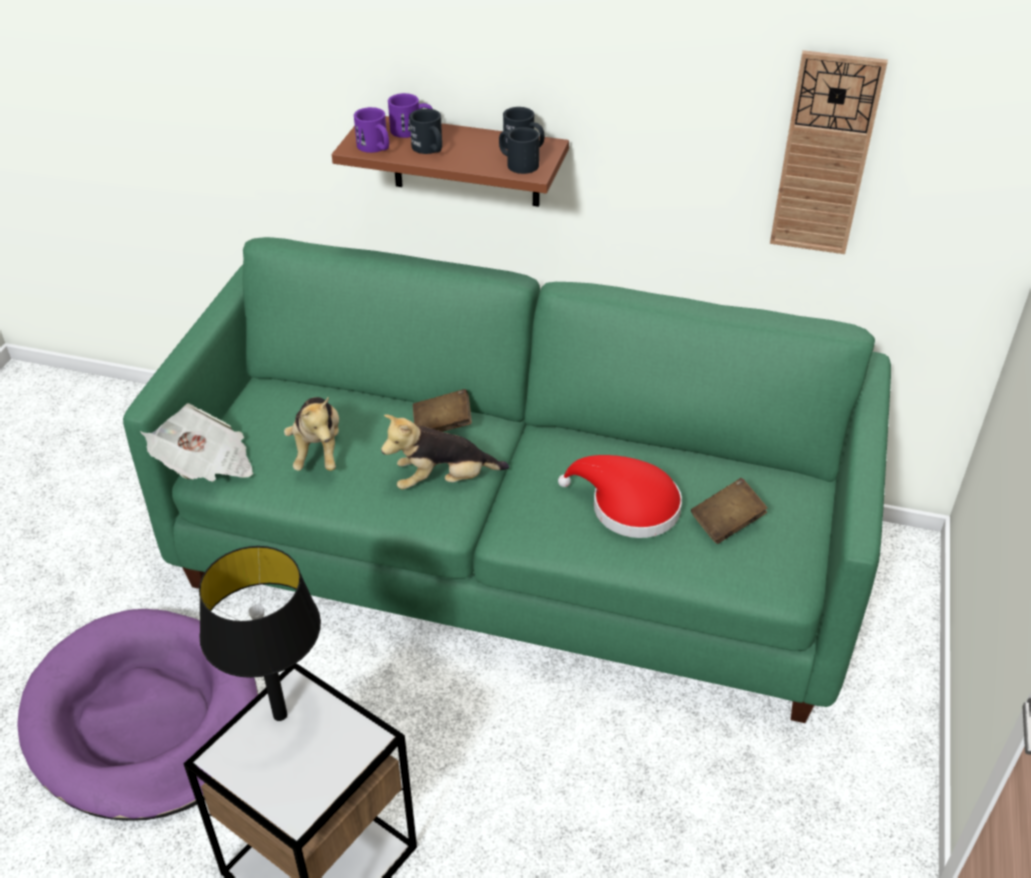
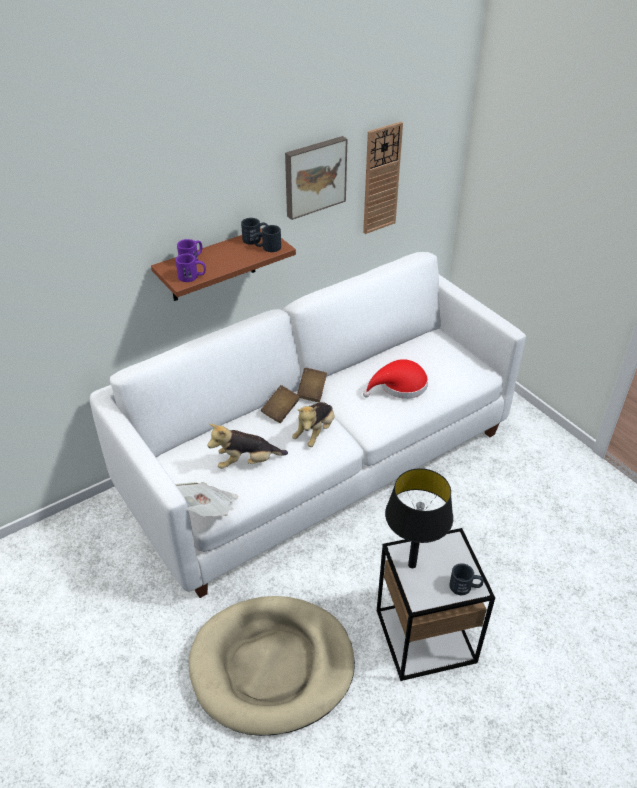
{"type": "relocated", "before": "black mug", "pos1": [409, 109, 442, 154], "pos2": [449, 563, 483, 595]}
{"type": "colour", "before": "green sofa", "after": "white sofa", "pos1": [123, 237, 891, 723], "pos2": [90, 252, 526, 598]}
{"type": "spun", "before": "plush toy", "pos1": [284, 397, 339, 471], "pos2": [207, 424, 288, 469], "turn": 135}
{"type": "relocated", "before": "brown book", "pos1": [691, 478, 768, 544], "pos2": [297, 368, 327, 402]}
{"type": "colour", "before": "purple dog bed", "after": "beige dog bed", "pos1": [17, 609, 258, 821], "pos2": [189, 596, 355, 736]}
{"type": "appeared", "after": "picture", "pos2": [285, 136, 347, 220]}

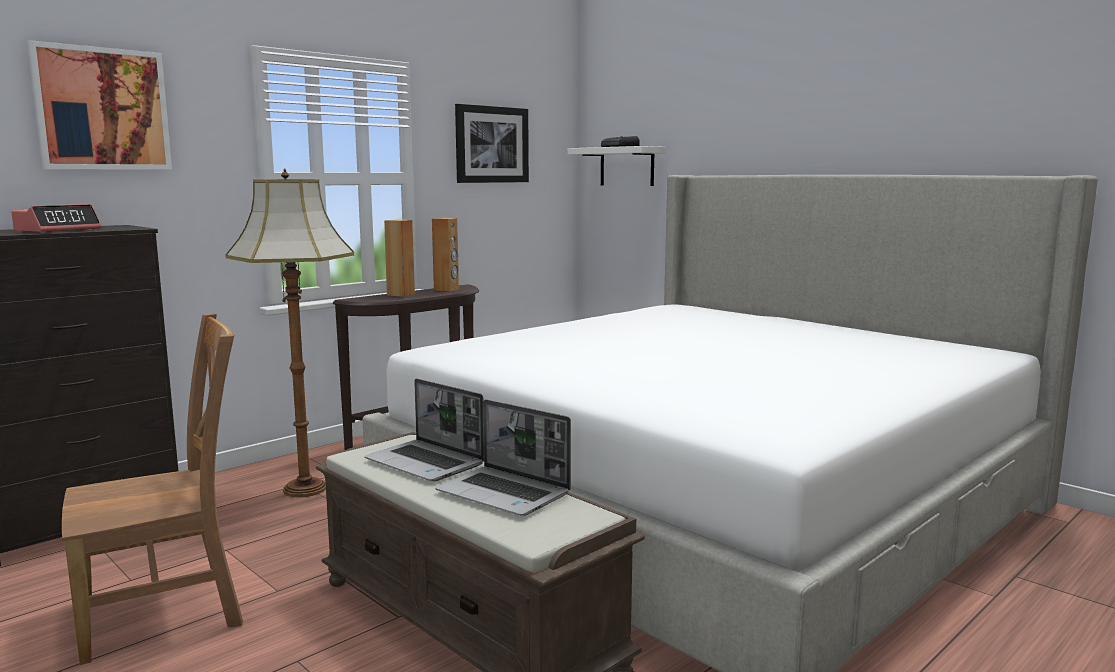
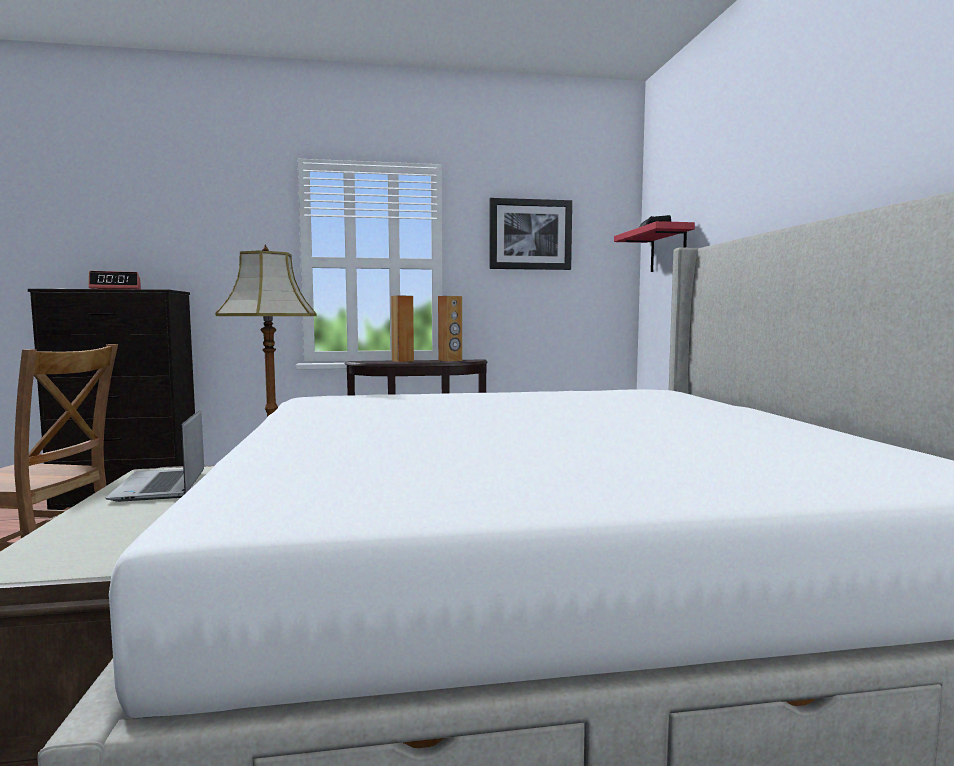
{"type": "missing", "before": "picture", "pos1": [27, 40, 172, 170]}
{"type": "colour", "before": "white shelf", "after": "red shelf", "pos1": [568, 146, 666, 186], "pos2": [614, 221, 695, 272]}
{"type": "missing", "before": "laptop", "pos1": [435, 399, 571, 516]}

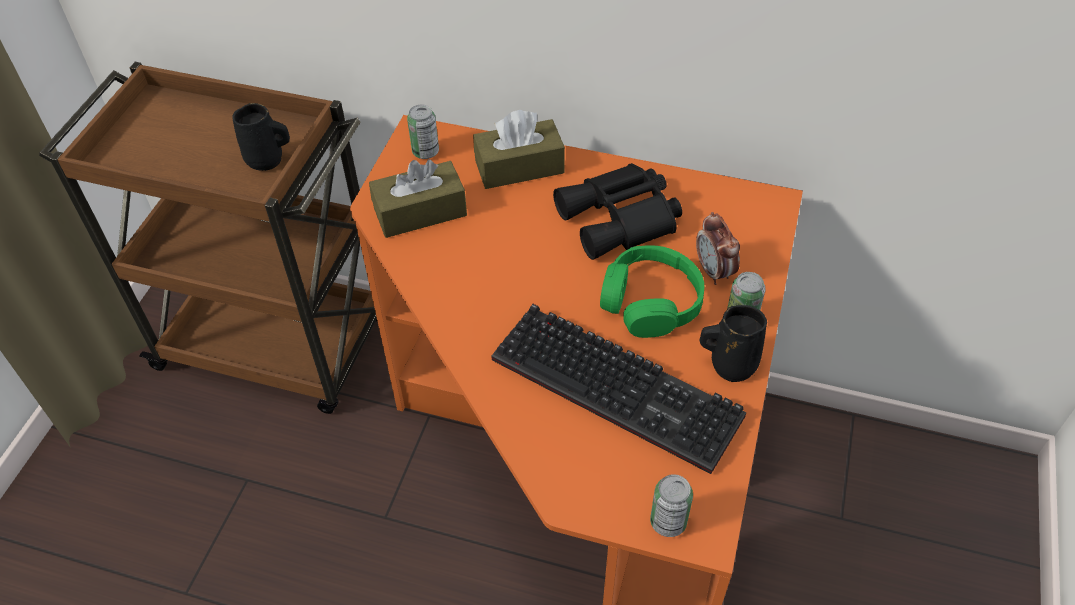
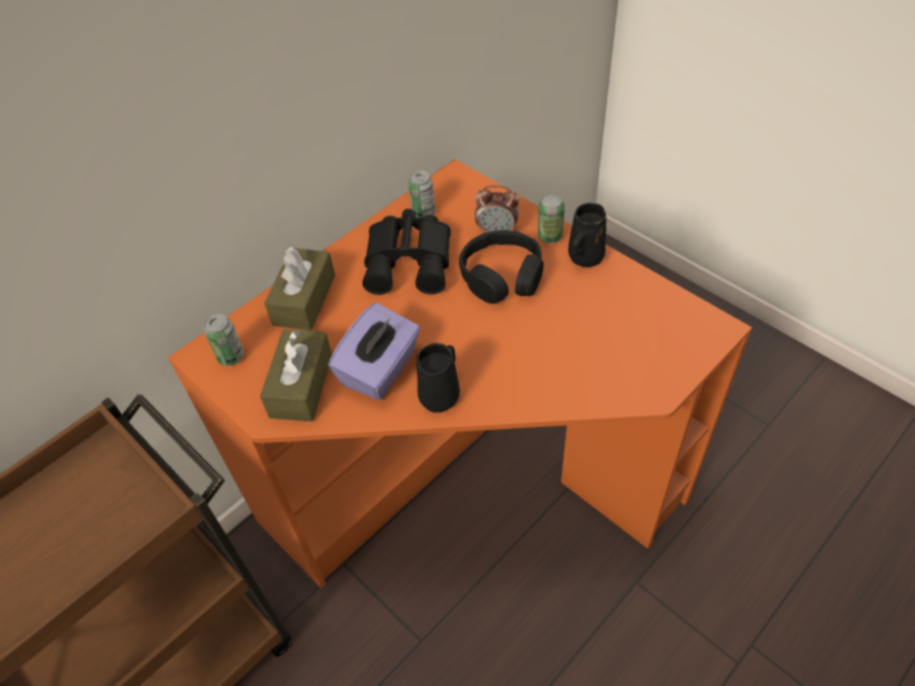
{"type": "relocated", "before": "black mug", "pos1": [232, 103, 290, 171], "pos2": [417, 343, 460, 413]}
{"type": "colour", "before": "green headphones", "after": "black headphones", "pos1": [600, 245, 704, 338], "pos2": [459, 230, 544, 304]}
{"type": "missing", "before": "keyboard", "pos1": [491, 304, 747, 474]}
{"type": "relocated", "before": "can", "pos1": [650, 474, 693, 537], "pos2": [408, 171, 436, 218]}
{"type": "appeared", "after": "purple tissue box", "pos2": [328, 303, 420, 400]}

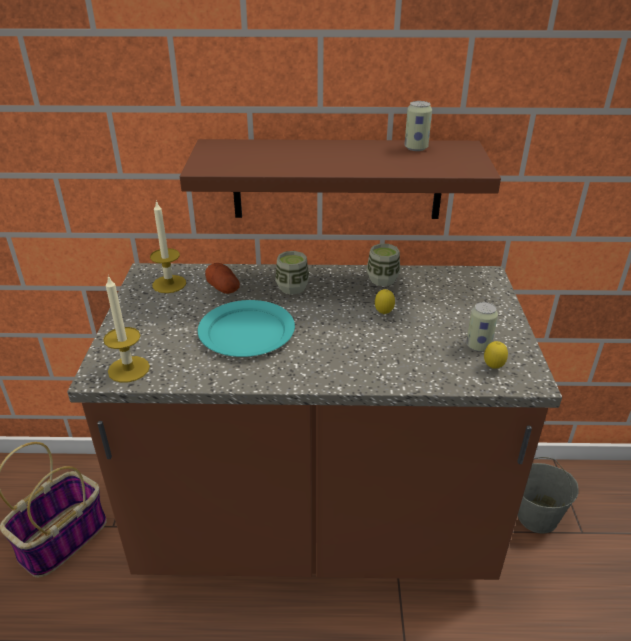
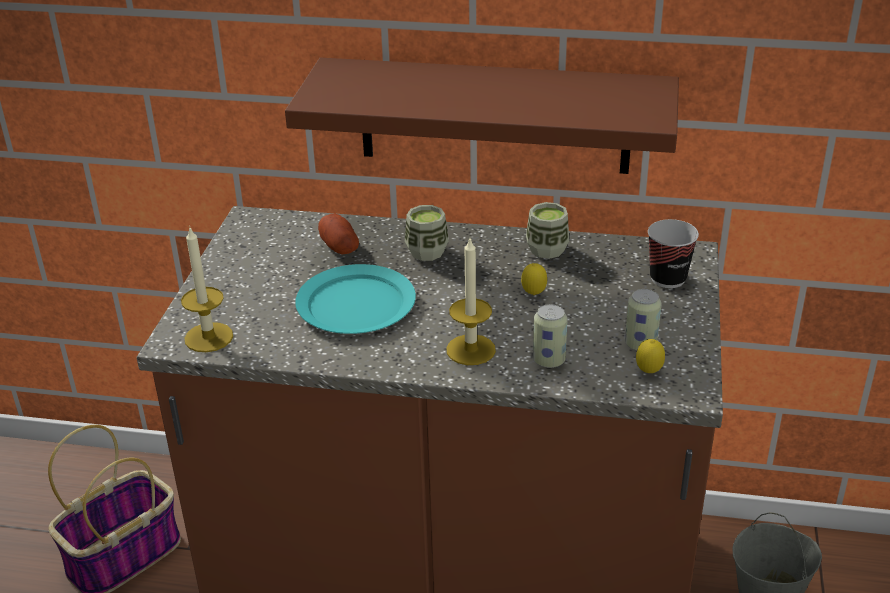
{"type": "relocated", "before": "can", "pos1": [404, 101, 432, 151], "pos2": [533, 304, 568, 368]}
{"type": "relocated", "before": "candle", "pos1": [150, 200, 186, 293], "pos2": [446, 239, 496, 365]}
{"type": "appeared", "after": "cup", "pos2": [648, 219, 699, 288]}

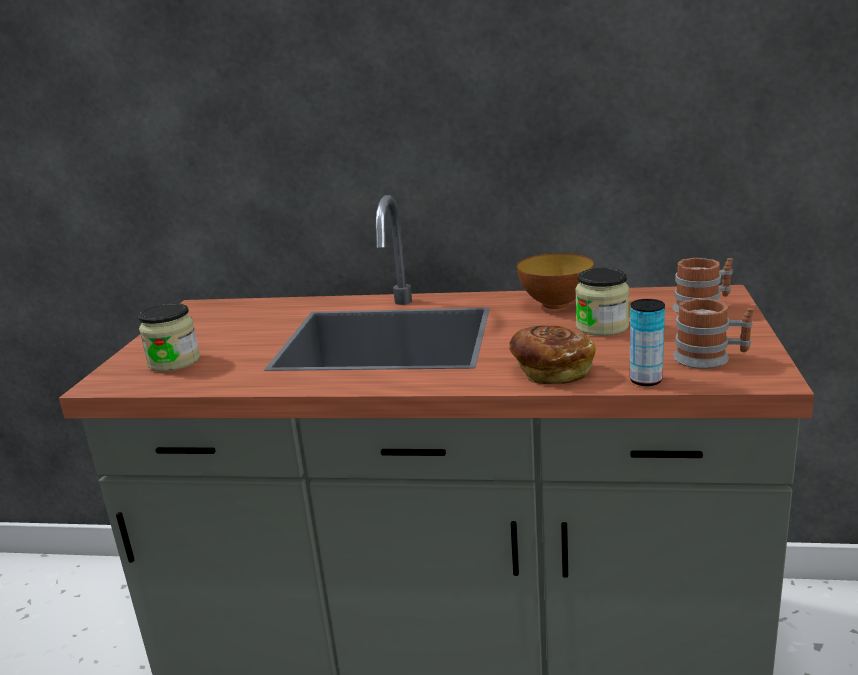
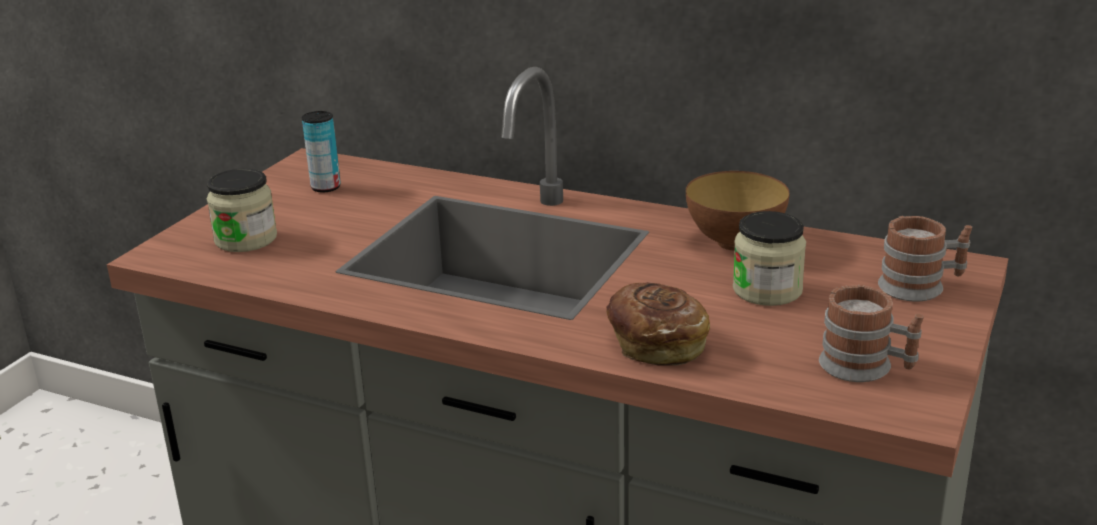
{"type": "relocated", "before": "can", "pos1": [629, 299, 665, 386], "pos2": [302, 111, 341, 193]}

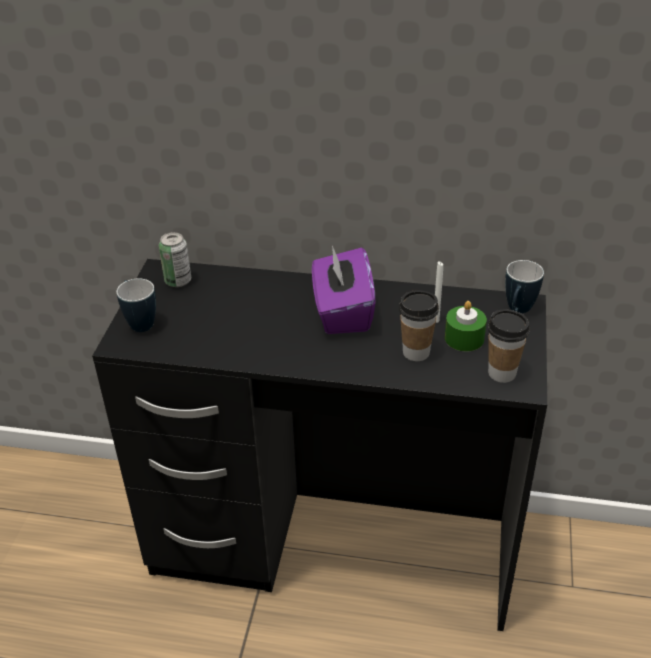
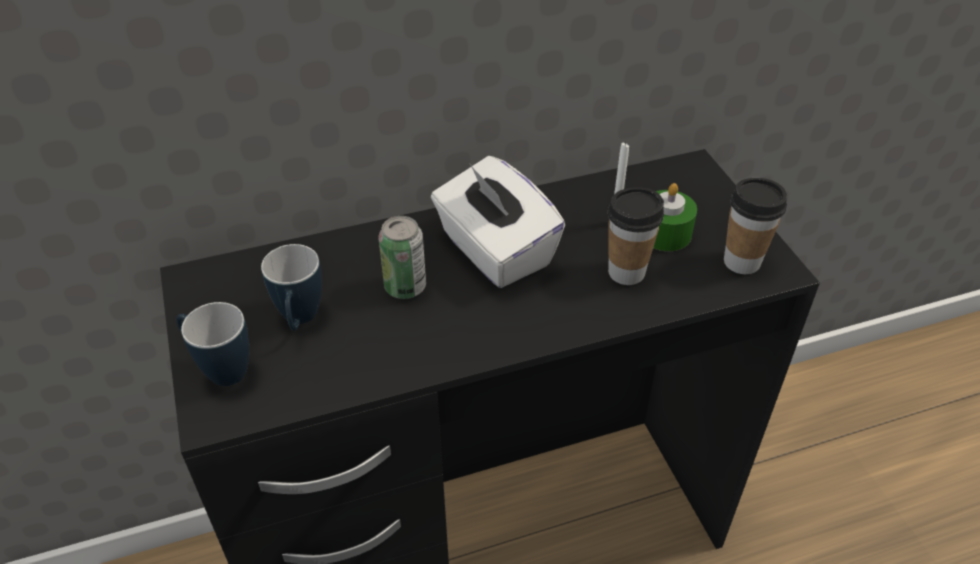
{"type": "relocated", "before": "can", "pos1": [159, 232, 191, 287], "pos2": [379, 216, 426, 299]}
{"type": "colour", "before": "purple tissue box", "after": "white tissue box", "pos1": [312, 245, 375, 334], "pos2": [431, 156, 565, 288]}
{"type": "relocated", "before": "mug", "pos1": [505, 260, 544, 313], "pos2": [261, 244, 322, 331]}

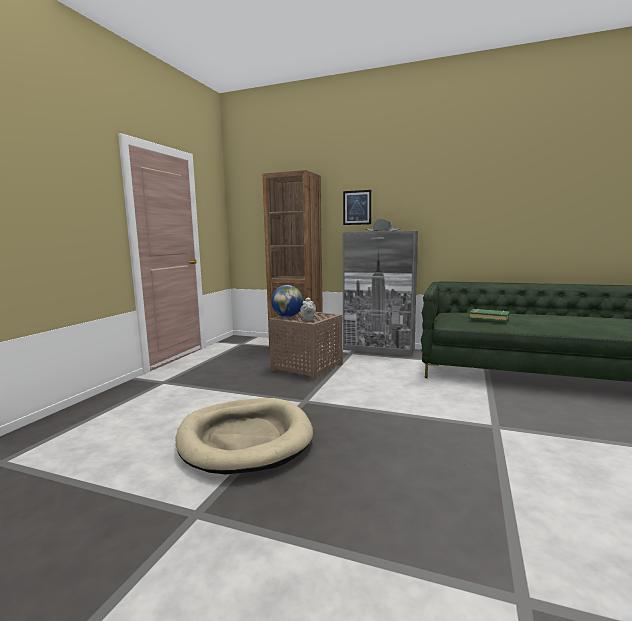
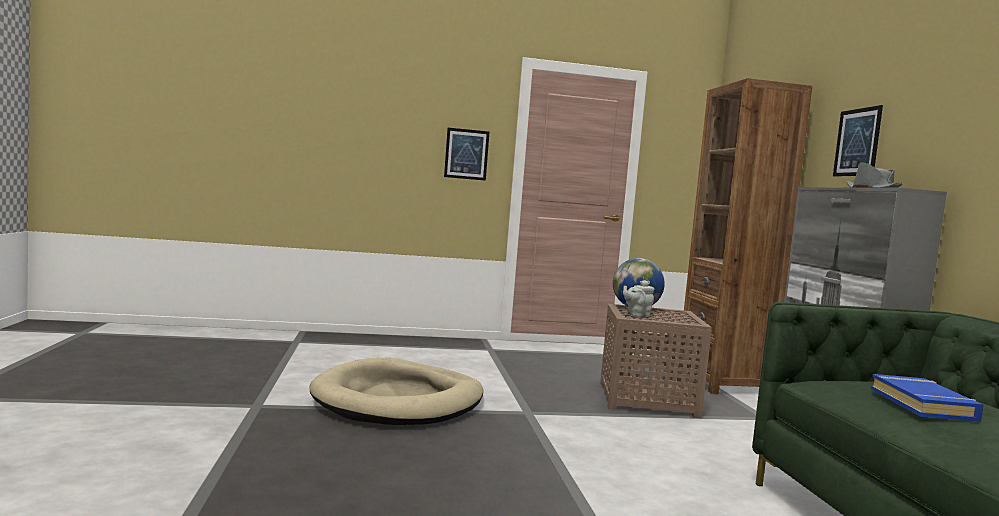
{"type": "colour", "before": "green book", "after": "blue book", "pos1": [469, 309, 510, 322], "pos2": [871, 374, 984, 422]}
{"type": "appeared", "after": "picture", "pos2": [444, 128, 489, 181]}

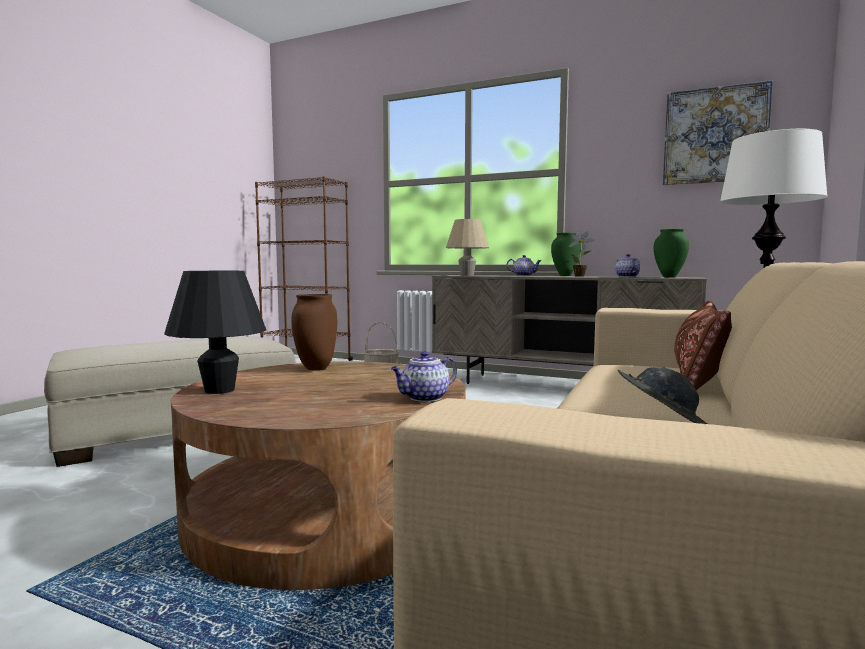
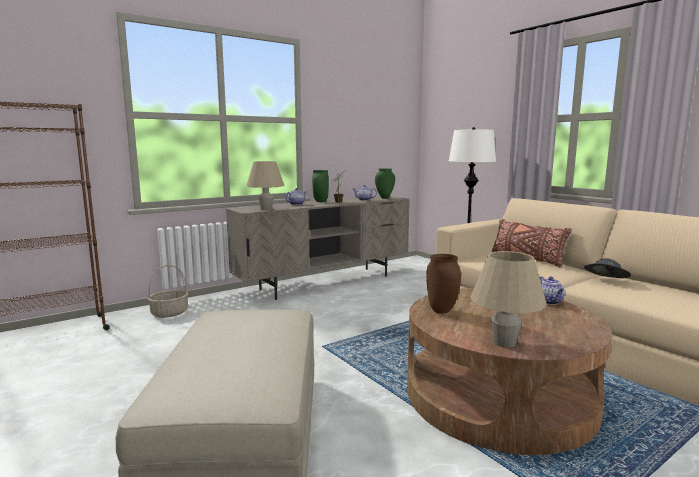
{"type": "missing", "before": "picture", "pos1": [663, 80, 773, 185]}
{"type": "colour", "before": "black table lamp", "after": "beige table lamp", "pos1": [164, 271, 266, 394], "pos2": [471, 251, 547, 348]}

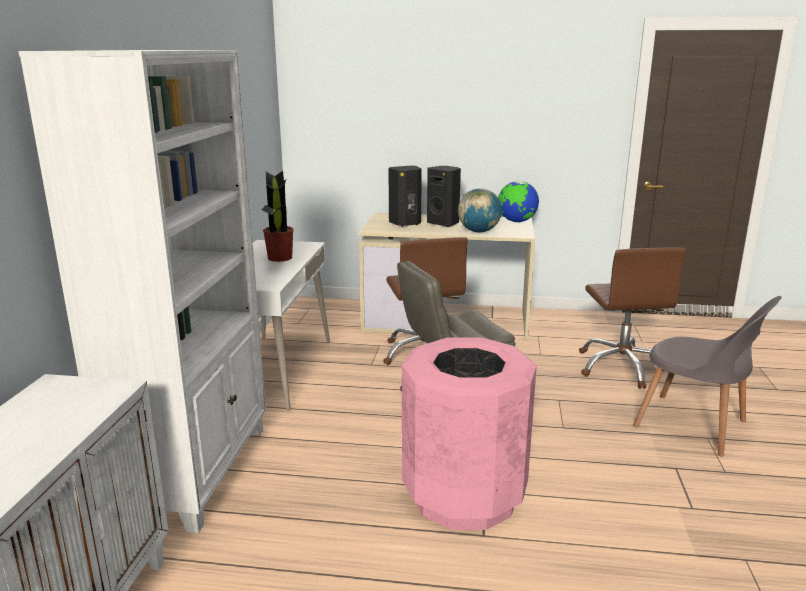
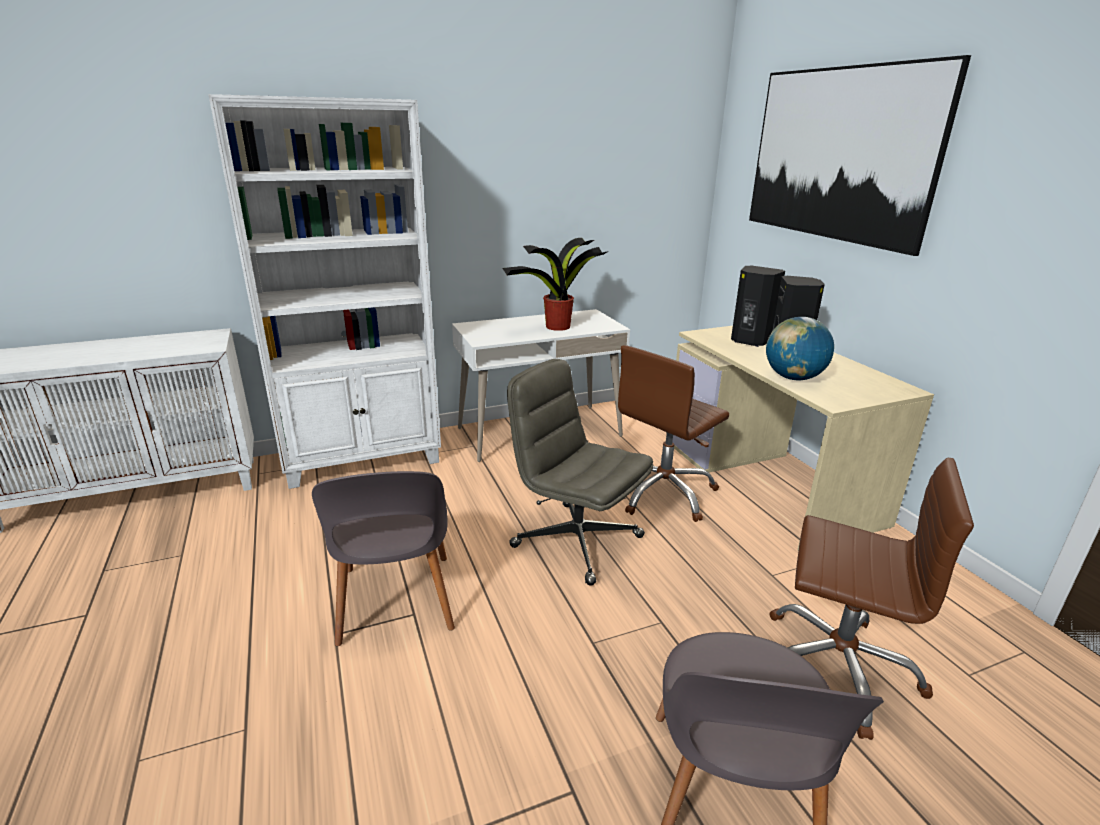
{"type": "missing", "before": "globe", "pos1": [498, 181, 539, 222]}
{"type": "spun", "before": "brown office chair", "pos1": [579, 247, 686, 389], "pos2": [770, 458, 974, 740], "turn": -120}
{"type": "exchanged", "before": "pink trash can", "after": "grey chair", "pos1": [402, 337, 537, 530], "pos2": [312, 471, 455, 646]}
{"type": "appeared", "after": "picture", "pos2": [749, 55, 971, 256]}

